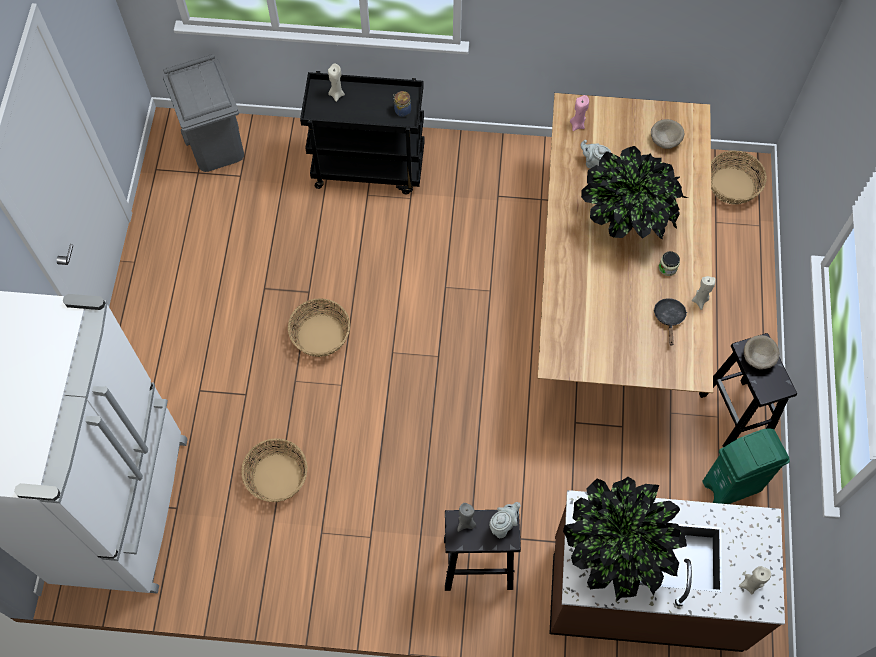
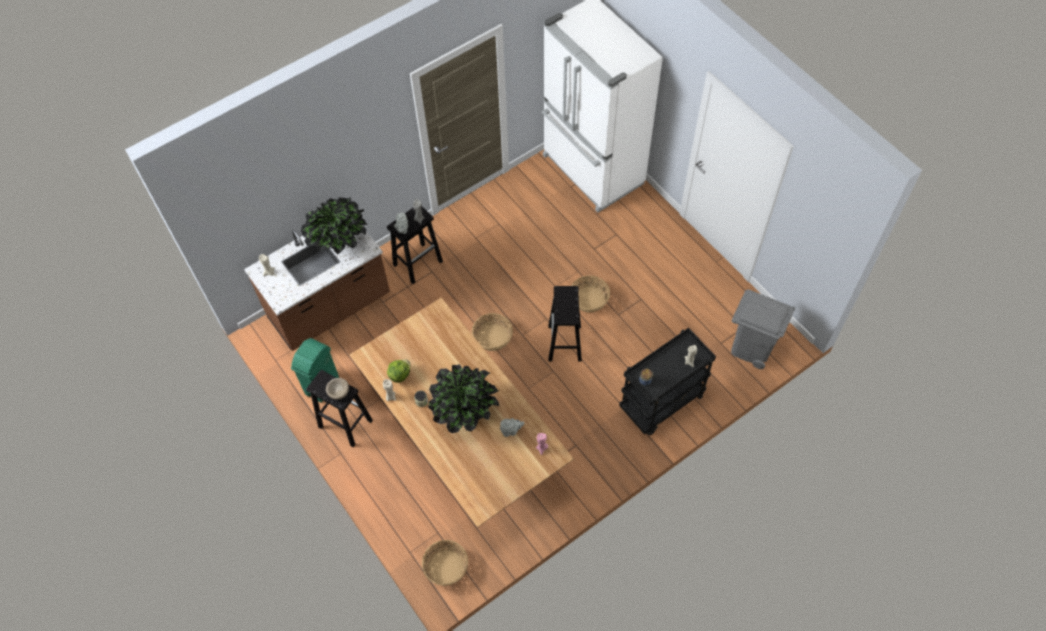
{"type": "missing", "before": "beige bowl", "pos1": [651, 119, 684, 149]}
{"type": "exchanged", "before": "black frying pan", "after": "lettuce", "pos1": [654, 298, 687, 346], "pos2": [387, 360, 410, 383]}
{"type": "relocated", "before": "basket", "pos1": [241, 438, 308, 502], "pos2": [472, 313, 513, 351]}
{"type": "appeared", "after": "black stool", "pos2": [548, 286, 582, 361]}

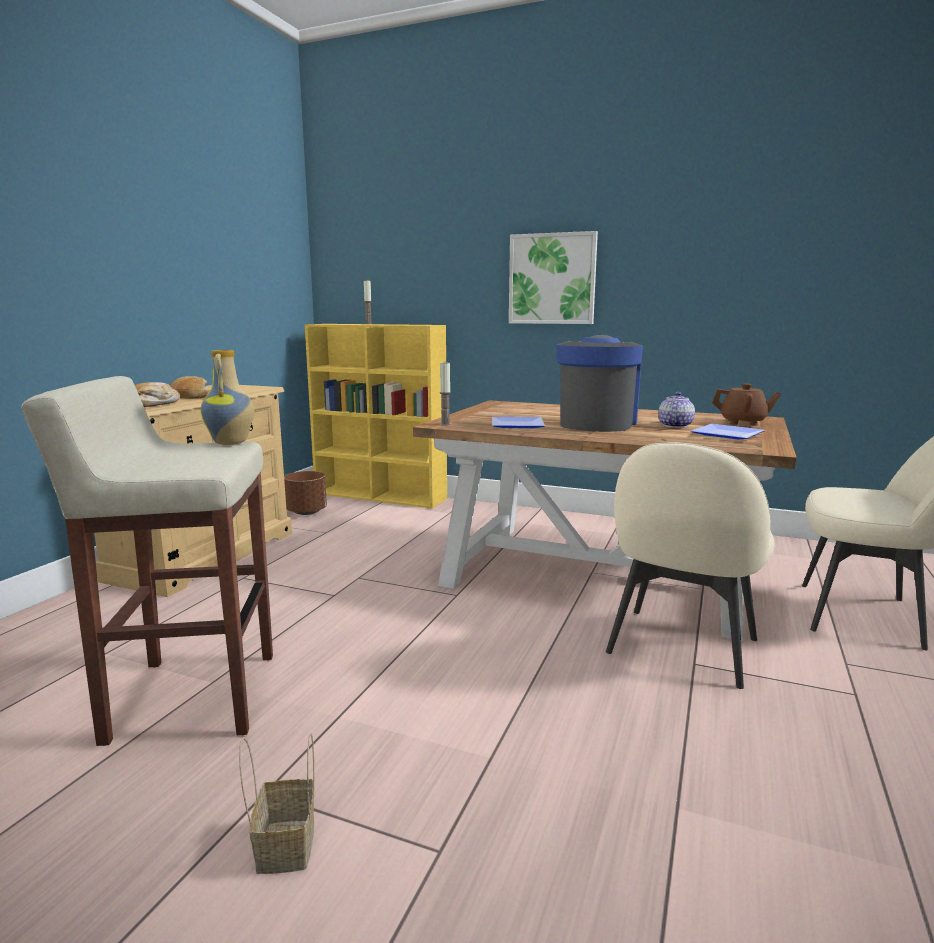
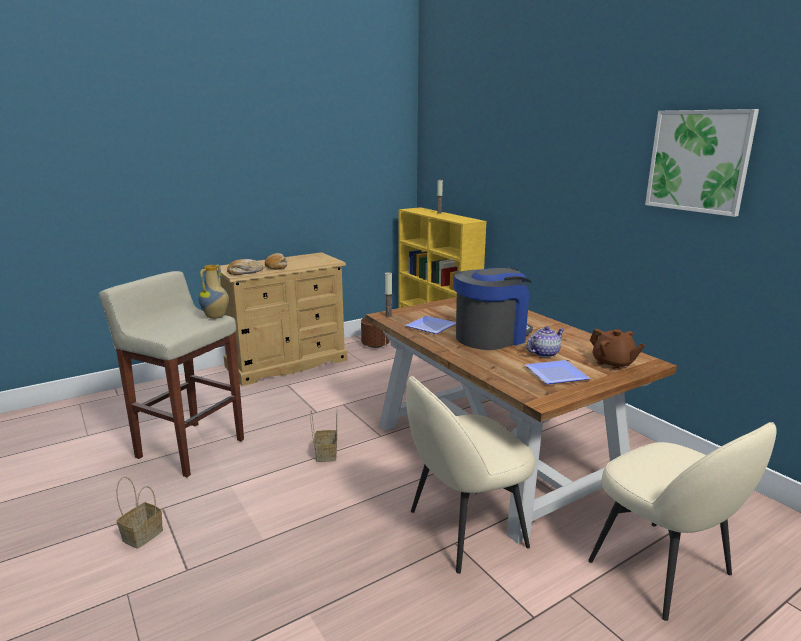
{"type": "relocated", "before": "picture", "pos1": [509, 231, 598, 324], "pos2": [645, 109, 759, 217]}
{"type": "appeared", "after": "basket", "pos2": [310, 409, 337, 462]}

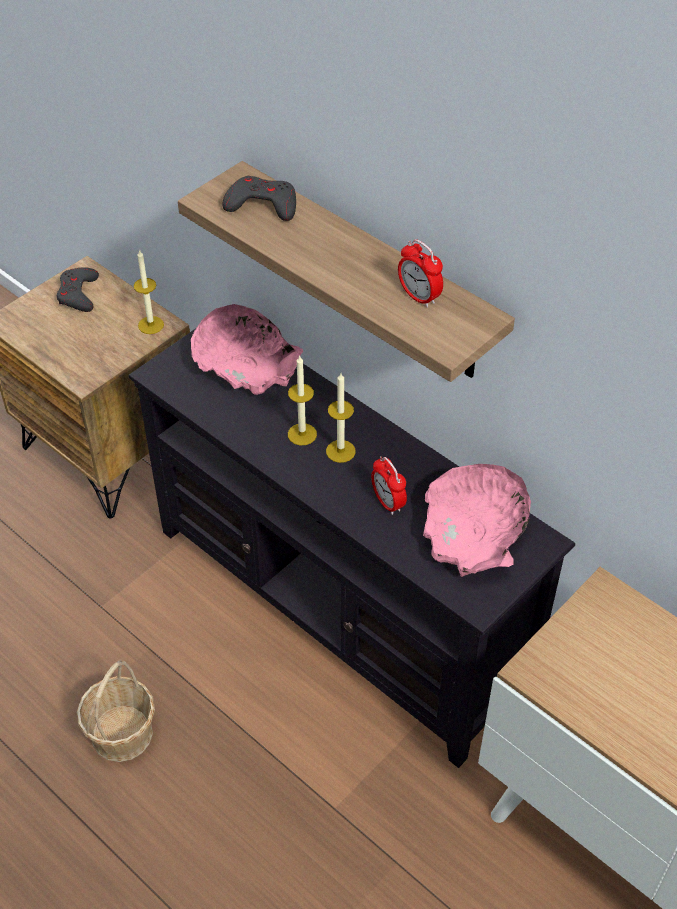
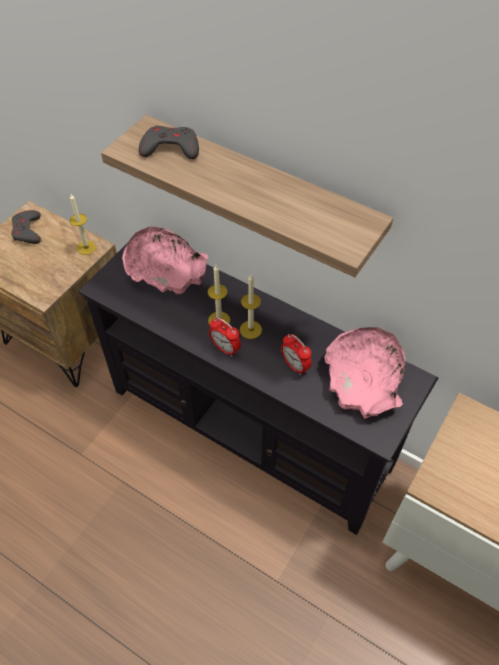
{"type": "relocated", "before": "alarm clock", "pos1": [398, 239, 443, 308], "pos2": [209, 318, 241, 357]}
{"type": "missing", "before": "basket", "pos1": [77, 660, 155, 762]}

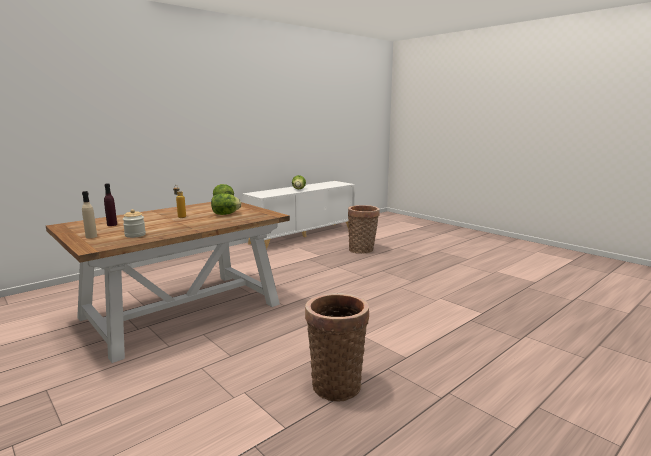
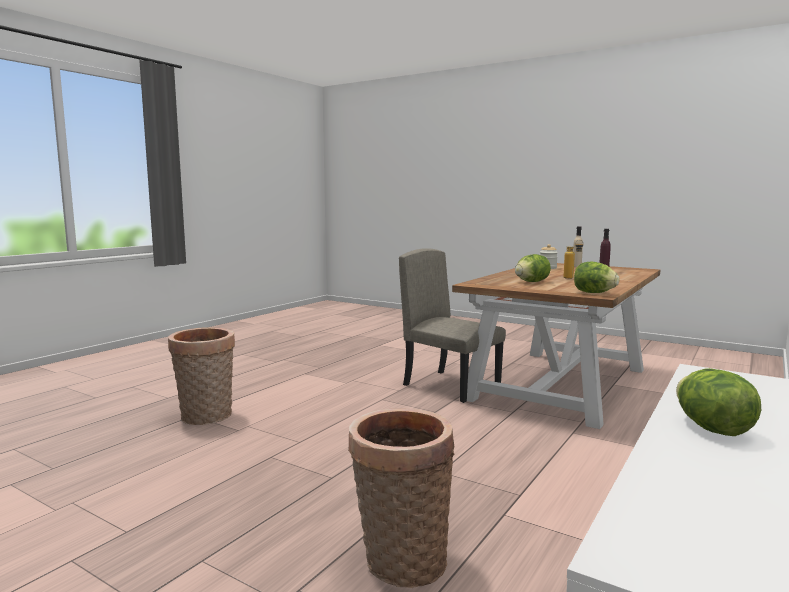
{"type": "relocated", "before": "basket", "pos1": [305, 293, 369, 402], "pos2": [168, 327, 235, 425]}
{"type": "appeared", "after": "beige chair", "pos2": [399, 248, 506, 403]}

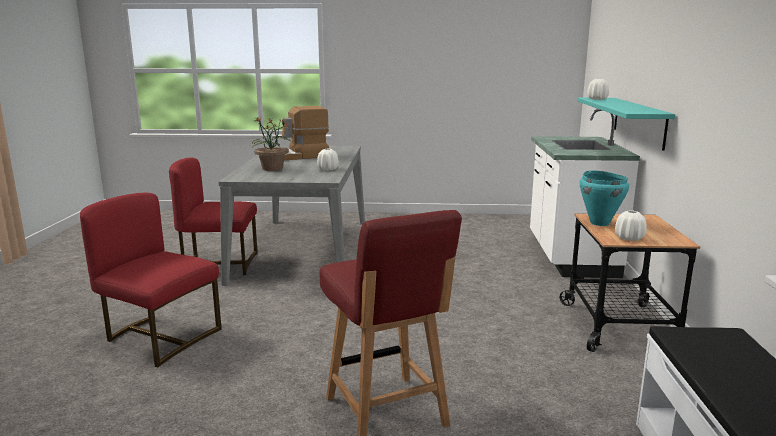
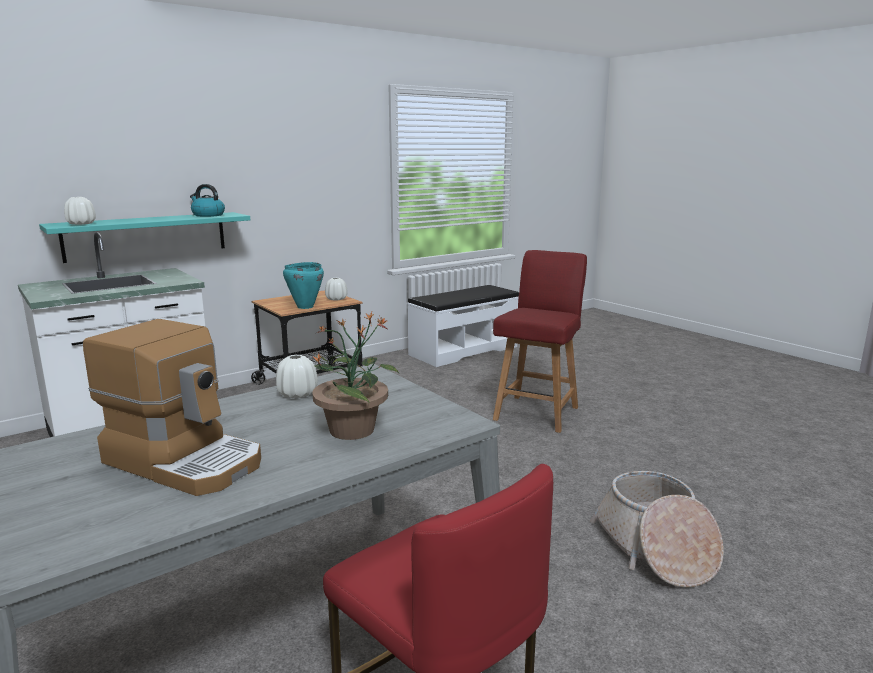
{"type": "exchanged", "before": "red chair", "after": "basket", "pos1": [80, 193, 222, 367], "pos2": [590, 471, 724, 588]}
{"type": "appeared", "after": "kettle", "pos2": [190, 184, 225, 217]}

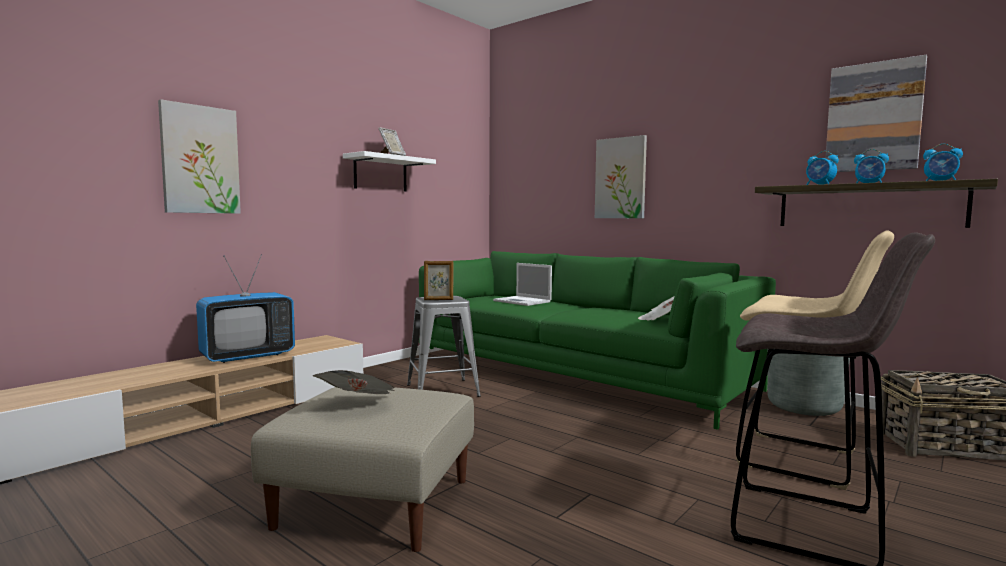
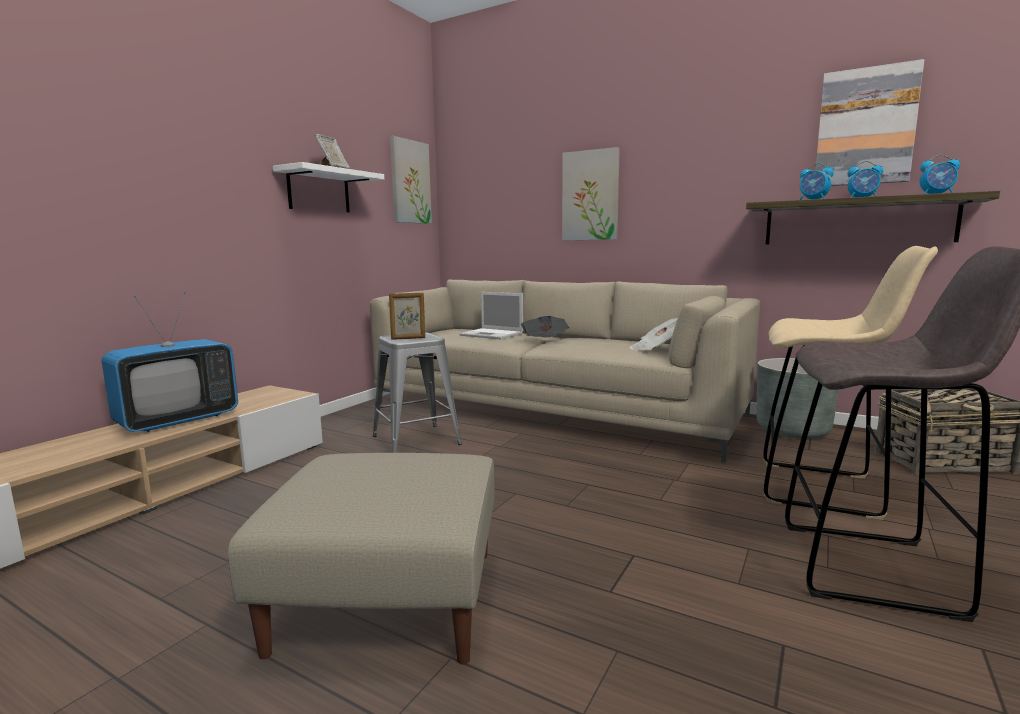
{"type": "relocated", "before": "picture", "pos1": [158, 99, 241, 214], "pos2": [390, 136, 432, 224]}
{"type": "colour", "before": "green sofa", "after": "beige sofa", "pos1": [419, 251, 776, 430], "pos2": [370, 279, 760, 462]}
{"type": "relocated", "before": "newspaper", "pos1": [313, 370, 395, 394], "pos2": [521, 316, 569, 337]}

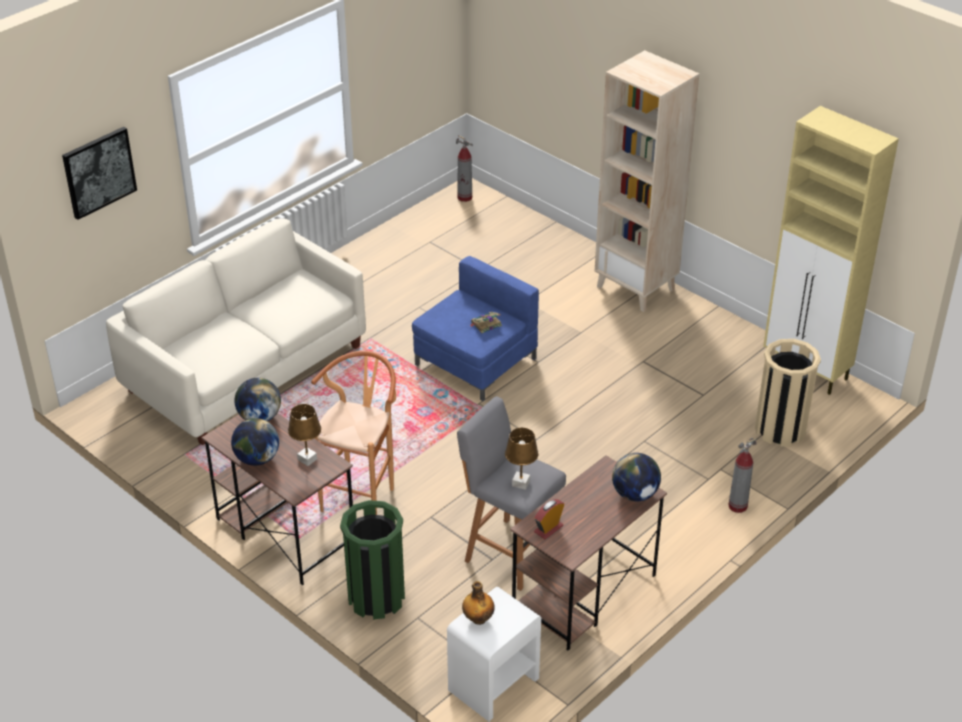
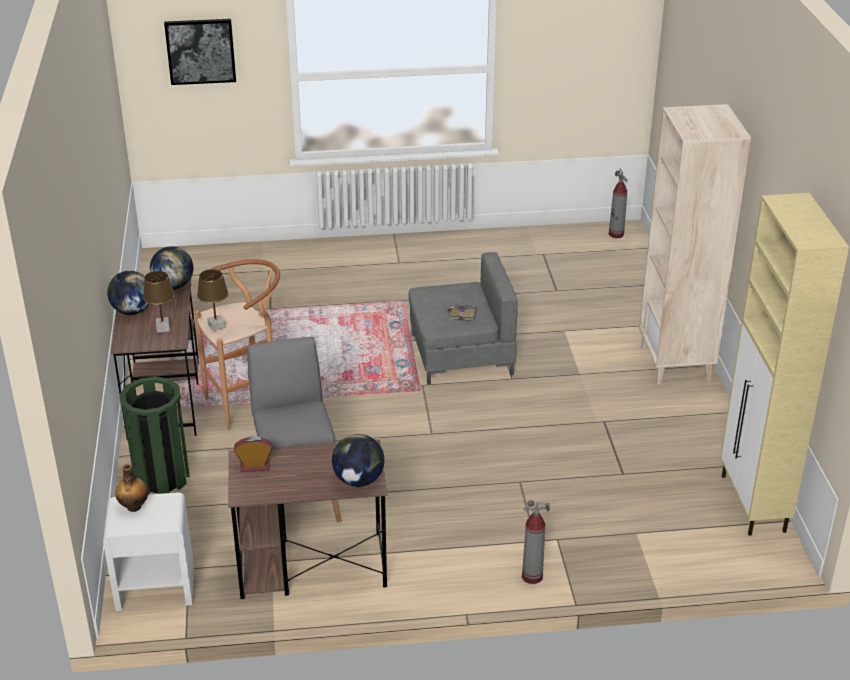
{"type": "missing", "before": "white sofa", "pos1": [106, 218, 366, 445]}
{"type": "colour", "before": "blue armchair", "after": "grey armchair", "pos1": [412, 256, 539, 401], "pos2": [408, 252, 518, 385]}
{"type": "missing", "before": "beige trash can", "pos1": [755, 339, 821, 447]}
{"type": "relocated", "before": "brown table lamp", "pos1": [505, 427, 539, 490], "pos2": [197, 269, 229, 331]}

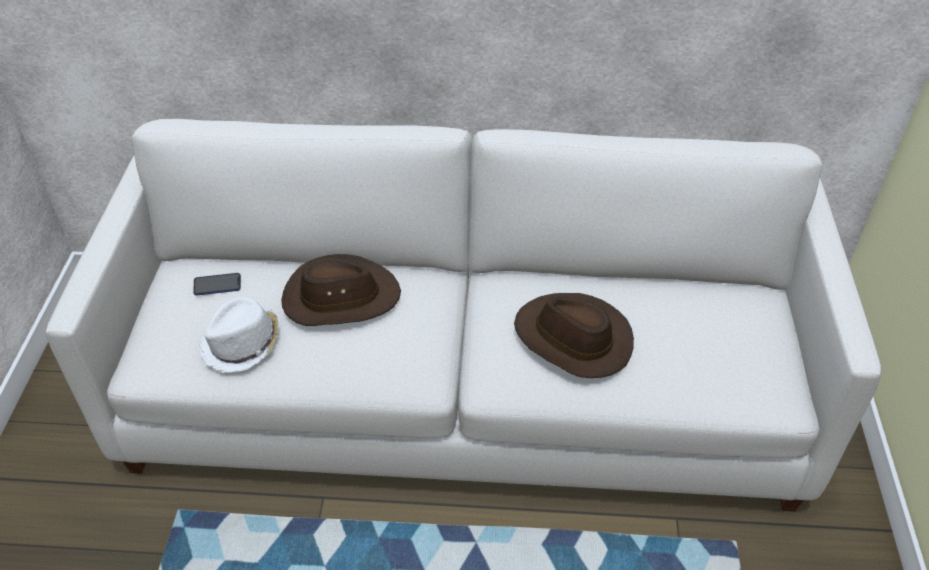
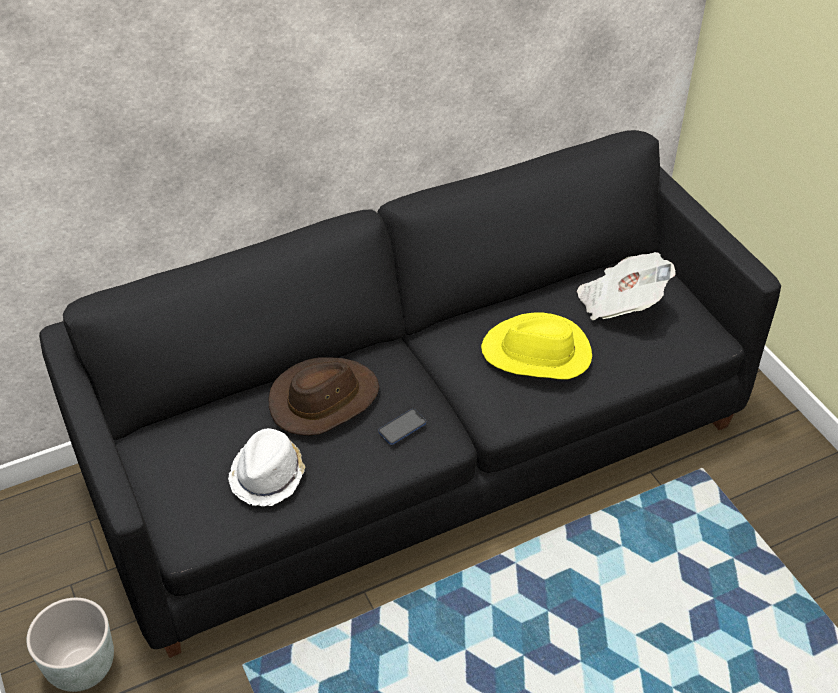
{"type": "colour", "before": "white sofa", "after": "black sofa", "pos1": [45, 119, 882, 512], "pos2": [39, 130, 781, 658]}
{"type": "relocated", "before": "phone", "pos1": [193, 273, 241, 296], "pos2": [378, 409, 426, 445]}
{"type": "colour", "before": "brown hat", "after": "yellow hat", "pos1": [514, 293, 634, 378], "pos2": [481, 313, 592, 379]}
{"type": "appeared", "after": "newspaper", "pos2": [577, 252, 676, 320]}
{"type": "appeared", "after": "grey planter", "pos2": [26, 598, 114, 692]}

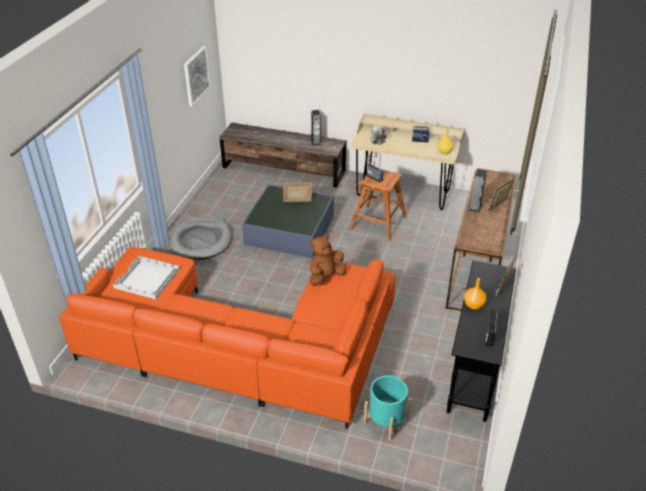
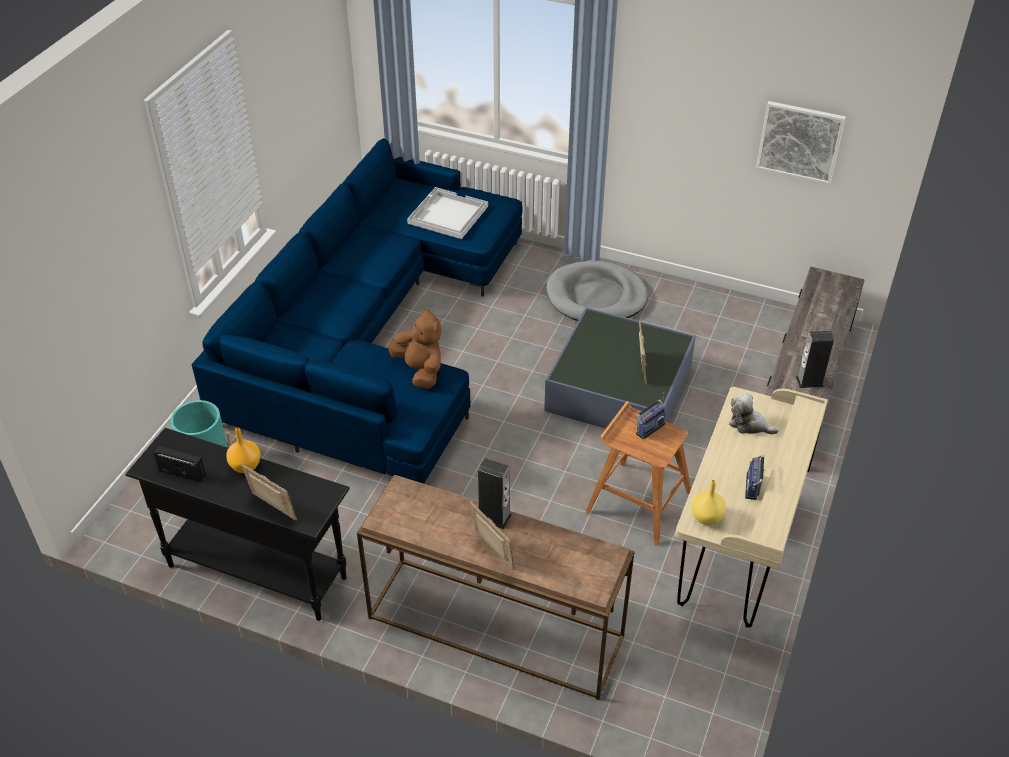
{"type": "colour", "before": "orange sofa", "after": "blue sofa", "pos1": [59, 247, 396, 429], "pos2": [191, 138, 523, 484]}

